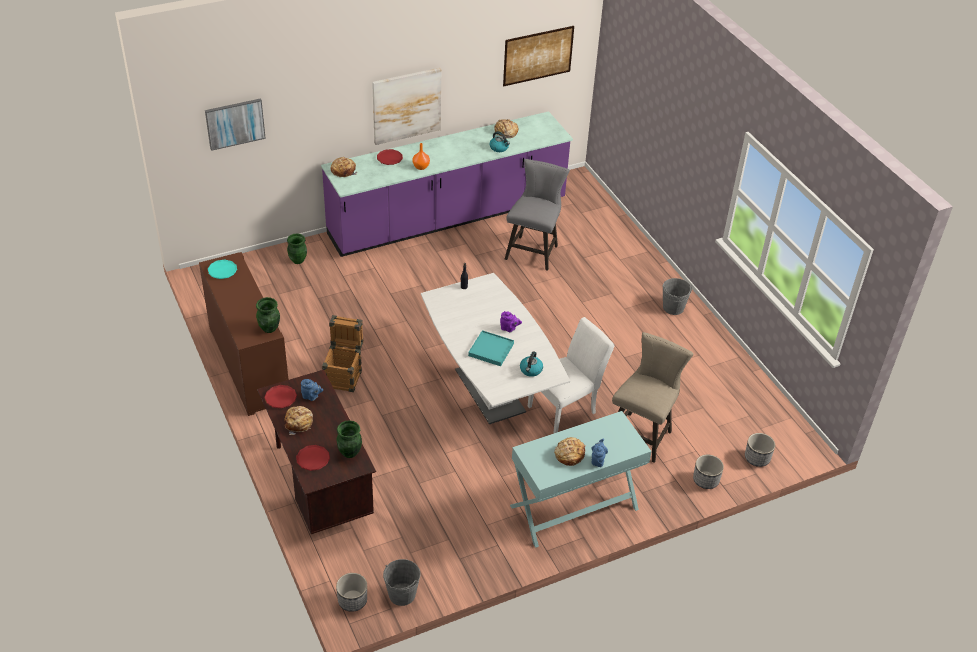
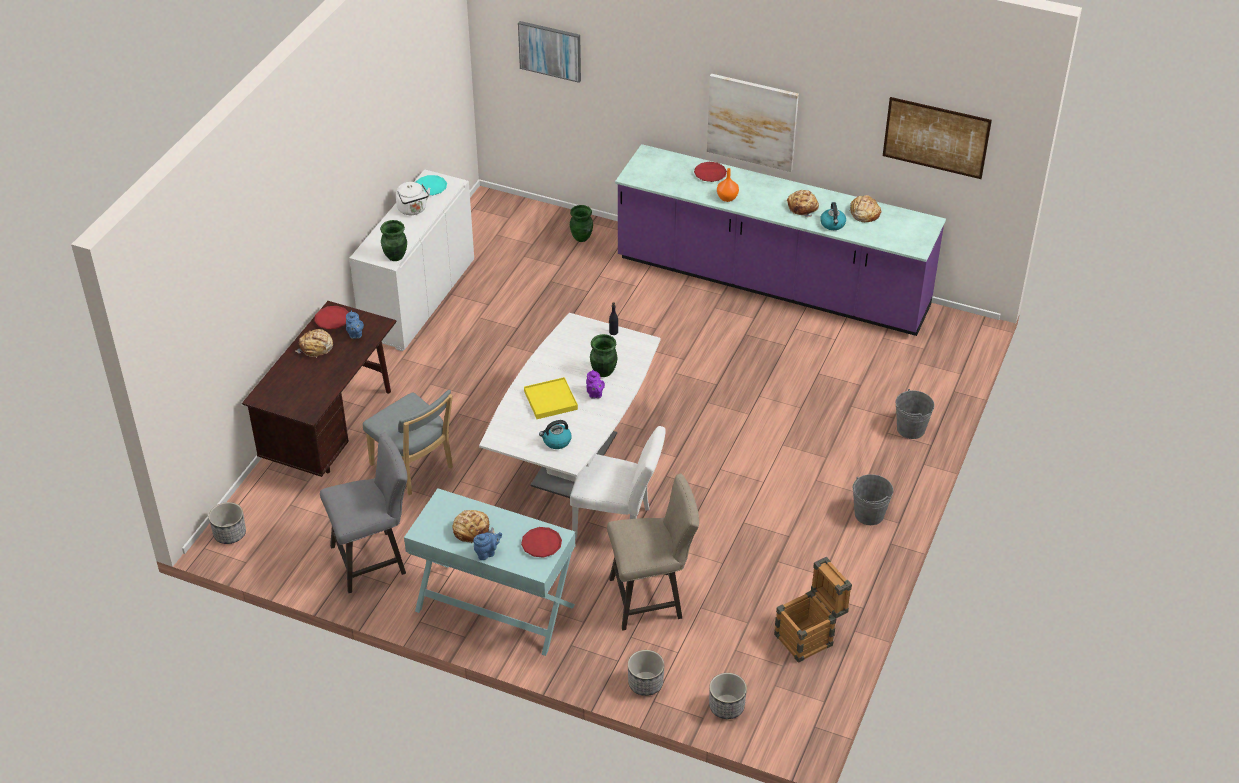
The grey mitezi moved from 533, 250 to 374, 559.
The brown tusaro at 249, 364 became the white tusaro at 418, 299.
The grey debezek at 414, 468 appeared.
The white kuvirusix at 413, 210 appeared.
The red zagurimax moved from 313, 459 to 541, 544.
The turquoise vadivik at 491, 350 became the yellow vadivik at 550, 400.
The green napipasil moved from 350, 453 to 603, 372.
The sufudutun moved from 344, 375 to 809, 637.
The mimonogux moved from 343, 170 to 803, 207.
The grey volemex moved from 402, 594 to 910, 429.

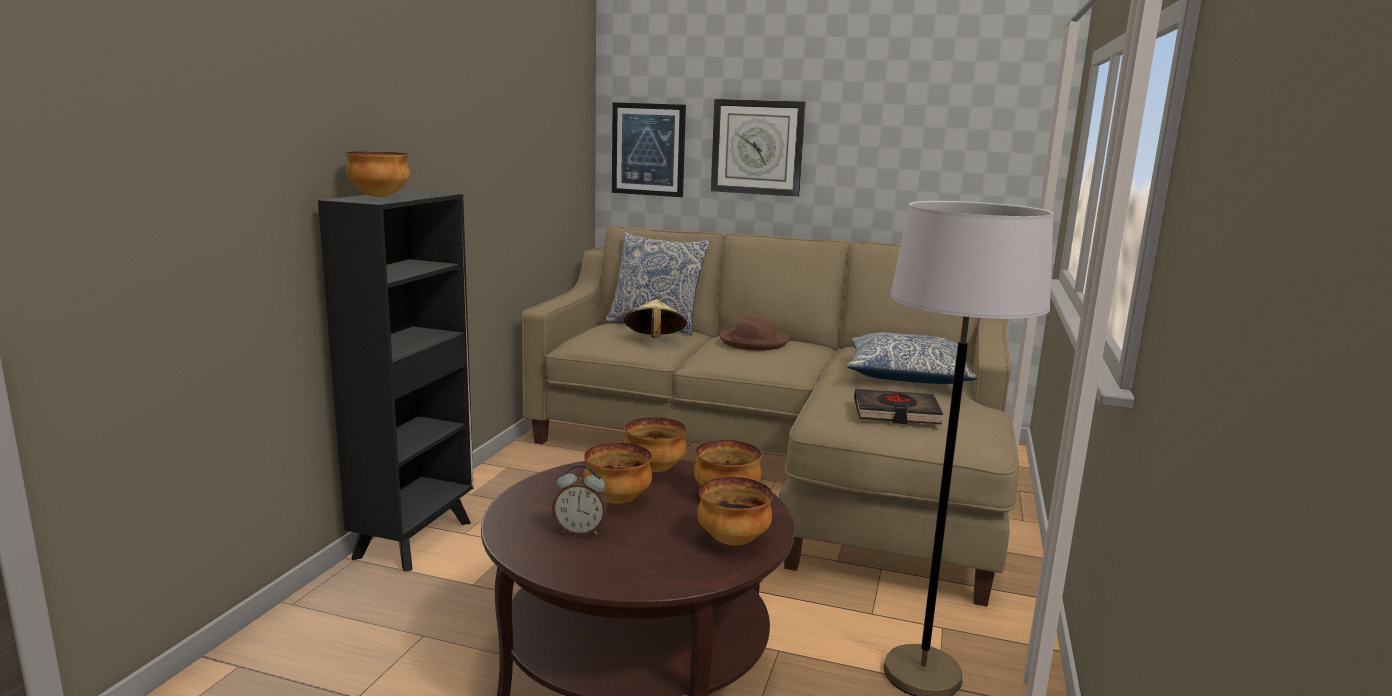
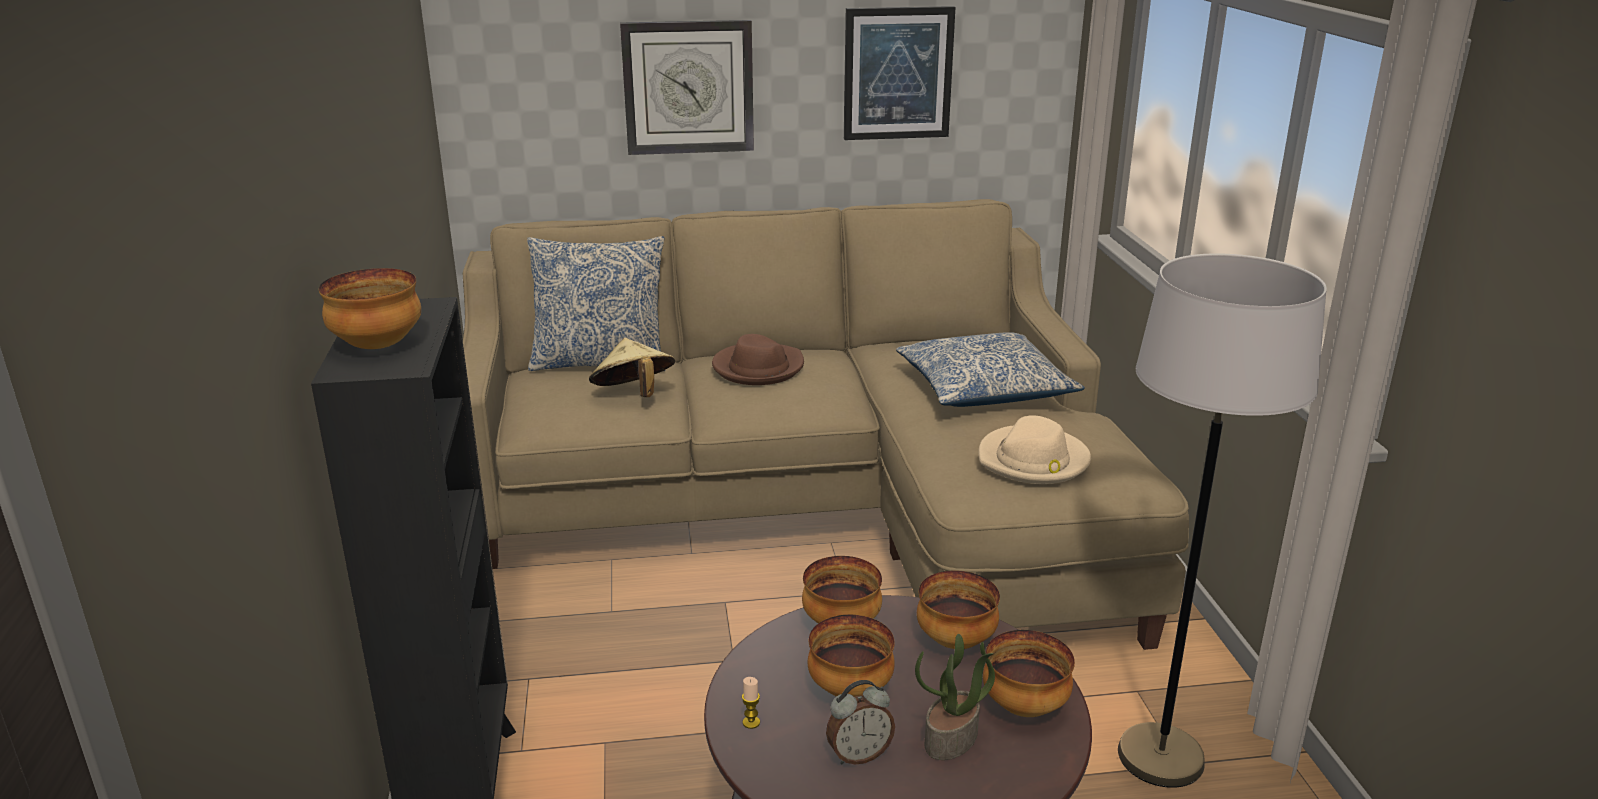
The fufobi at 751, 722 appeared.
The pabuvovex moved from 648, 149 to 897, 73.
The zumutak at 951, 739 appeared.
The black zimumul at 896, 413 was replaced by the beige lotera at 1033, 460.

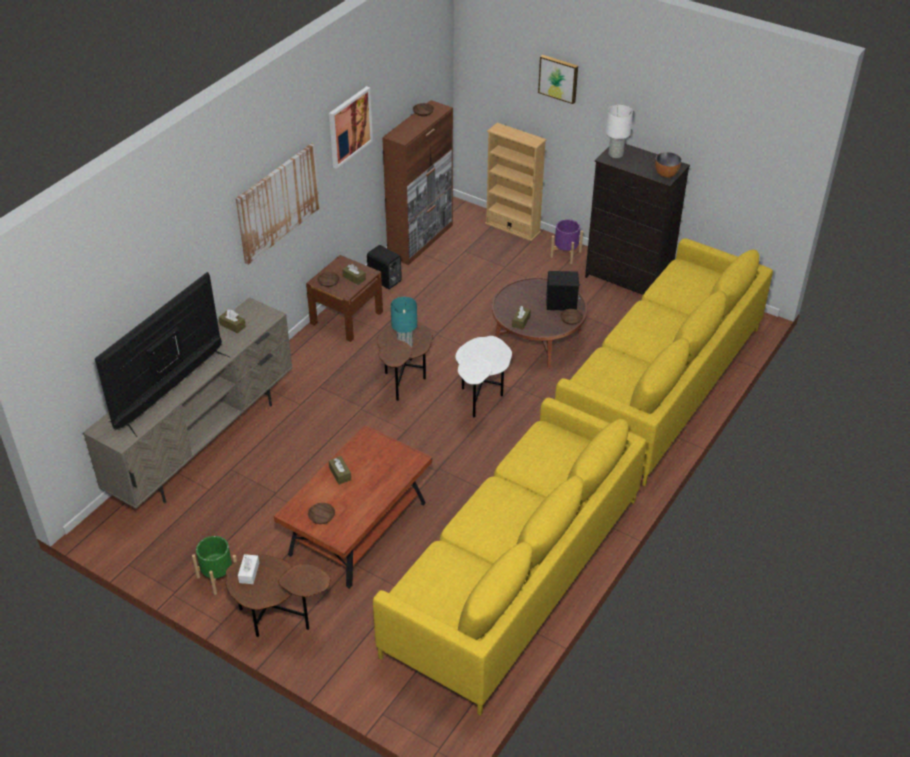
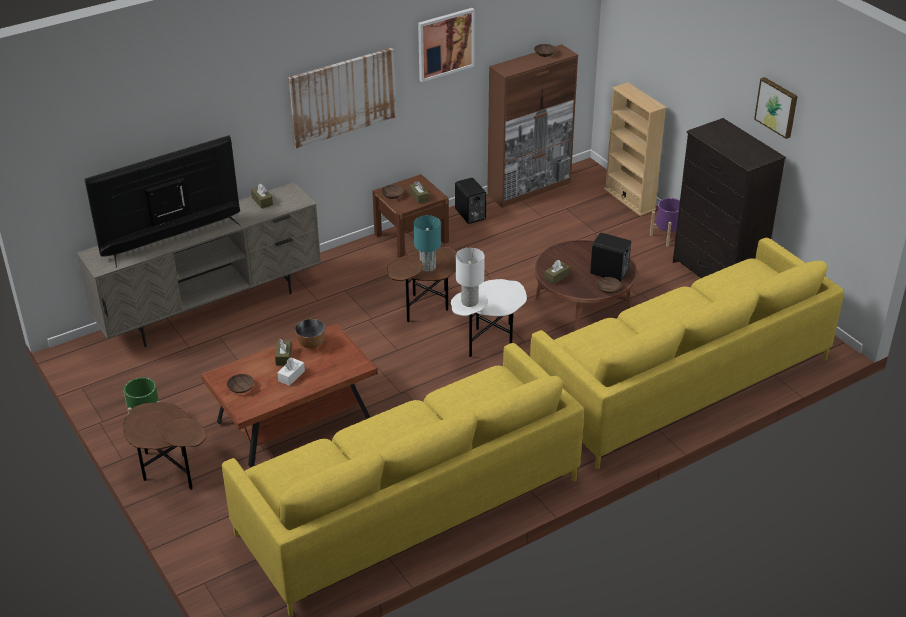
The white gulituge moved from 249, 573 to 291, 376.
The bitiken moved from 666, 174 to 311, 344.
The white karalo moved from 615, 154 to 469, 302.
The pabuvovex moved from 559, 78 to 777, 107.

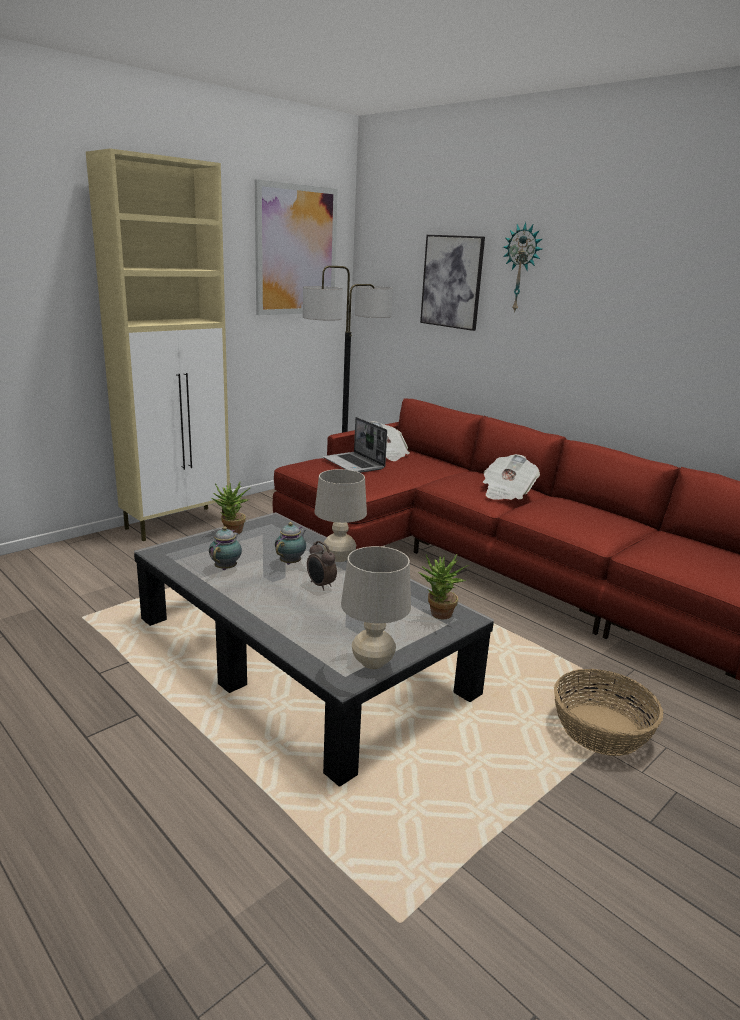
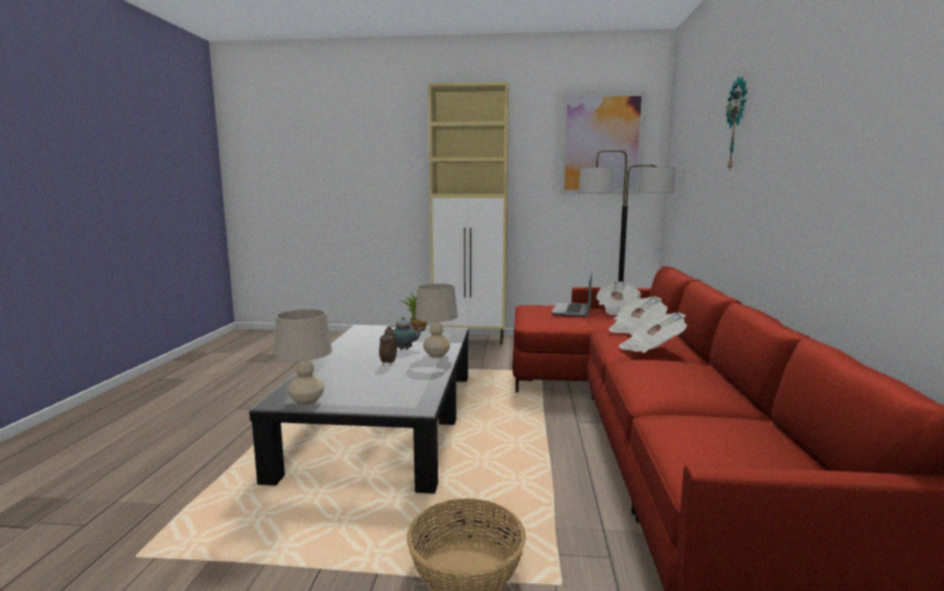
The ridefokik at 635, 330 appeared.
The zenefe at 226, 567 disappeared.
The zumutak at 438, 615 disappeared.
The pabuvovex at 452, 282 disappeared.

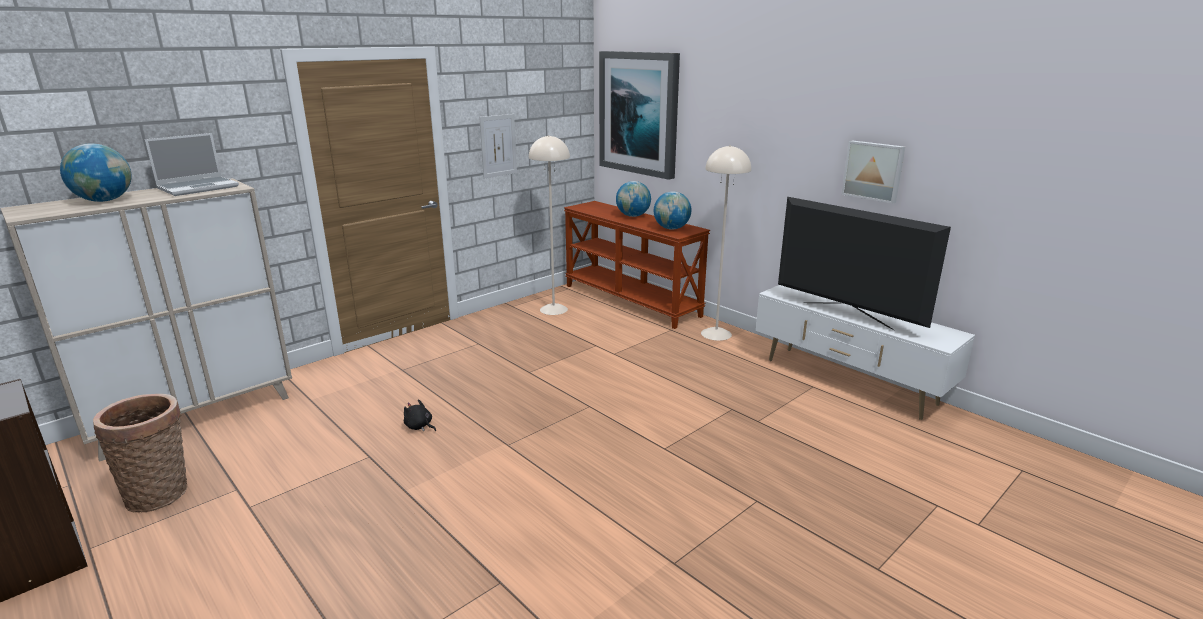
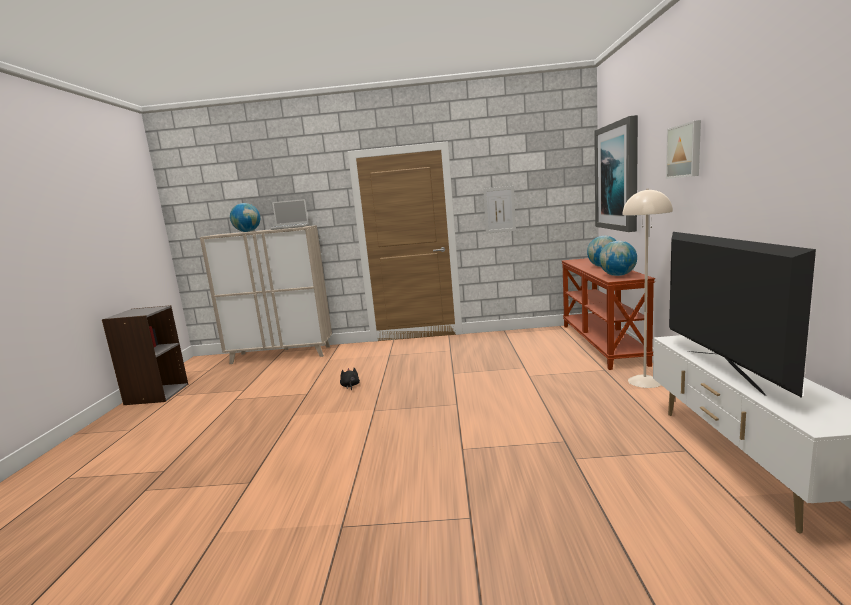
The pabuvovex moved from 873, 171 to 685, 151.
The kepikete at 160, 492 disappeared.
The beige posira at 553, 309 disappeared.

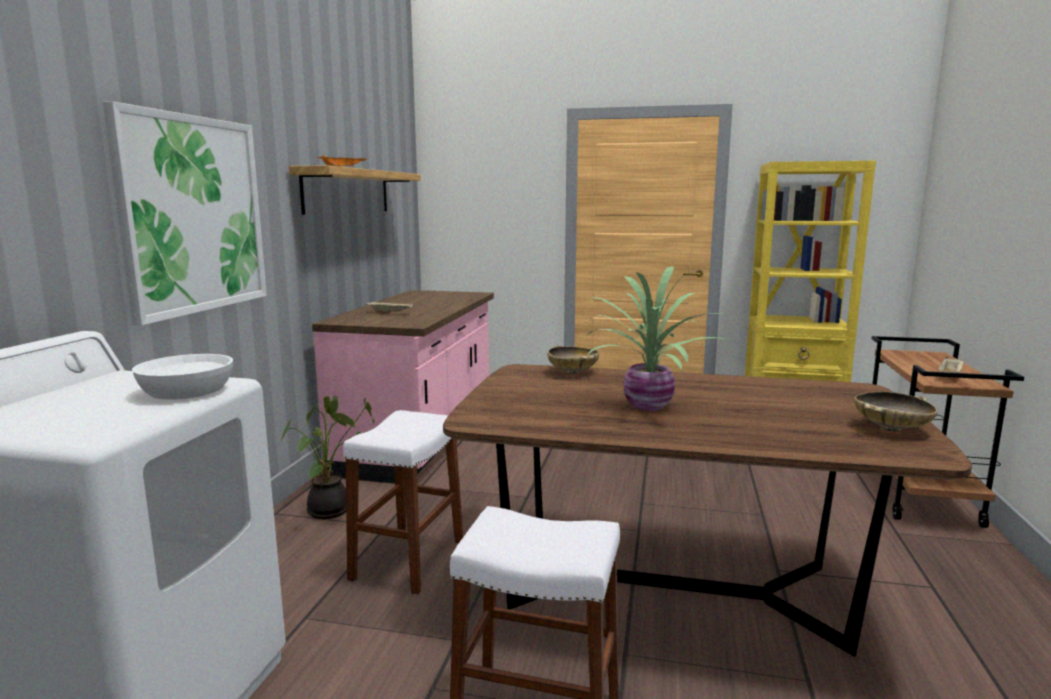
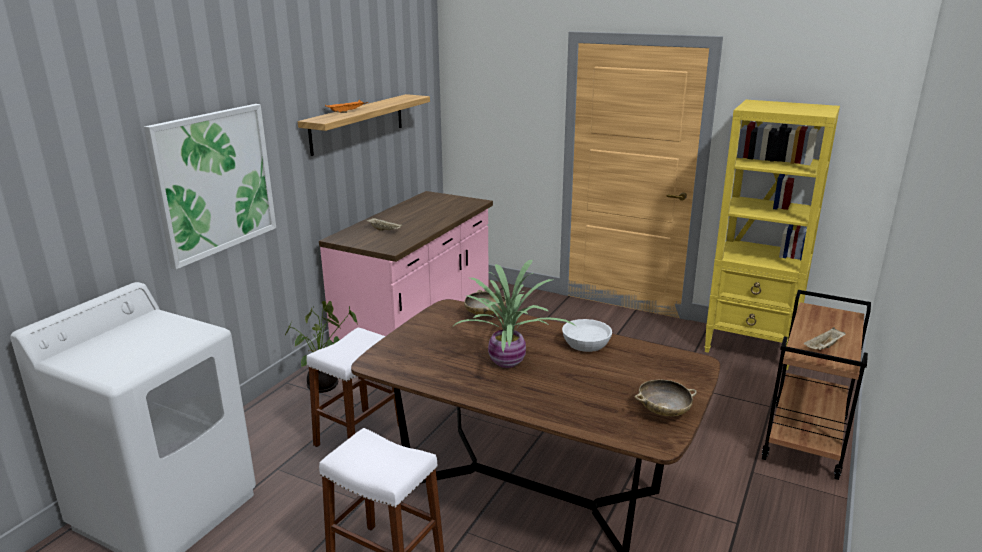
The white bitiken moved from 186, 391 to 585, 344.

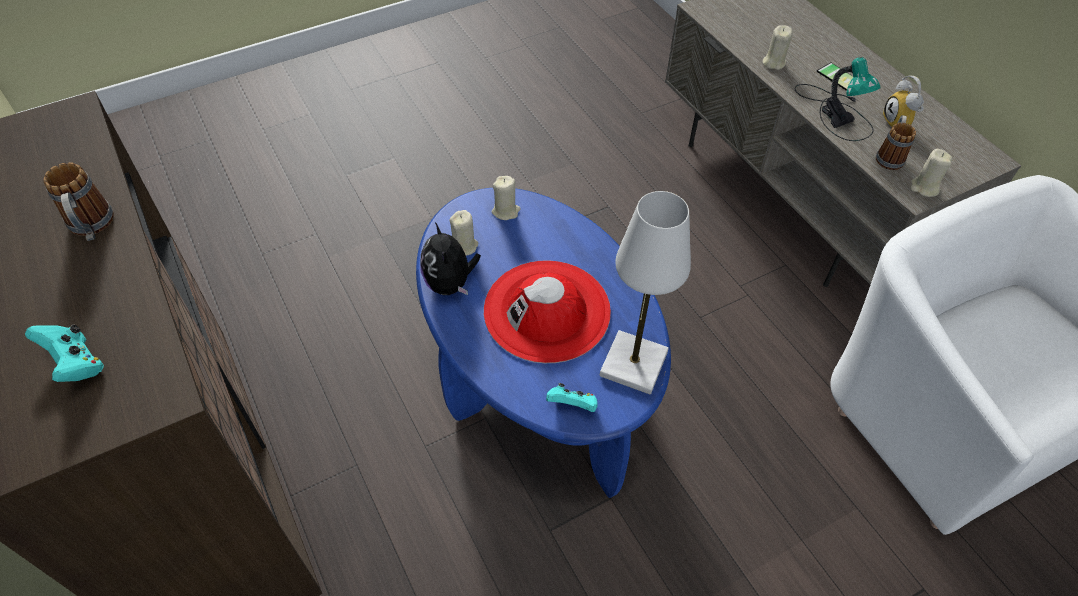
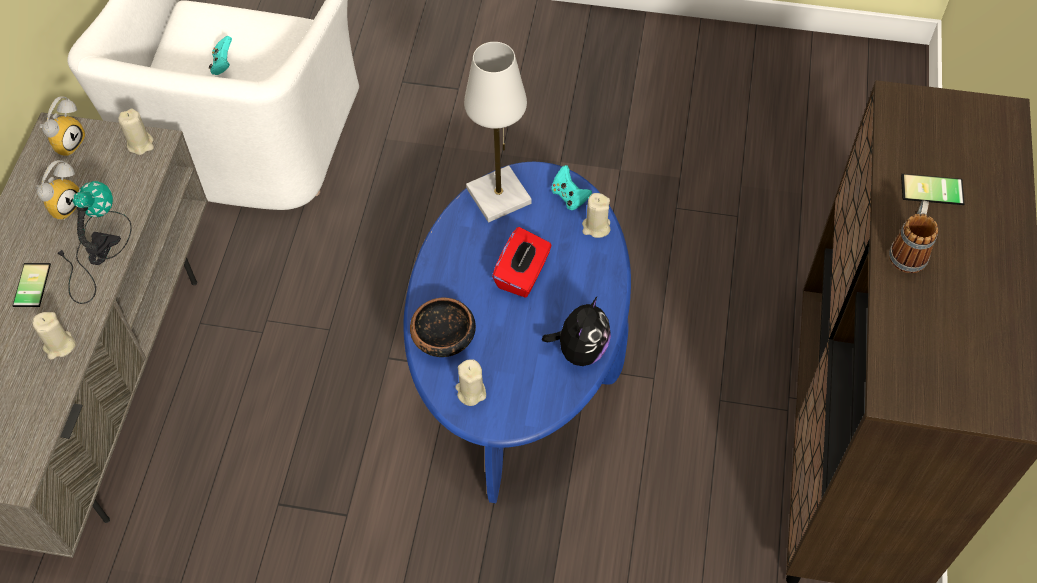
The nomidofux at 67, 142 appeared.
The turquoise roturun moved from 76, 364 to 223, 64.
The bitiken at 444, 340 appeared.
The red lotera at 547, 311 was replaced by the red gulituge at 522, 275.
The beige fufobi moved from 464, 246 to 596, 227.
The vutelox at 932, 192 appeared.
The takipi at 889, 156 disappeared.

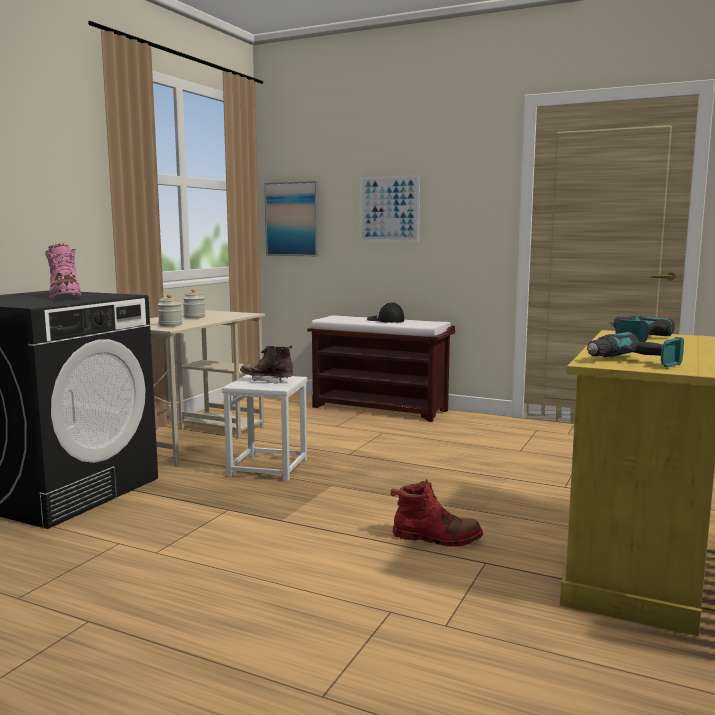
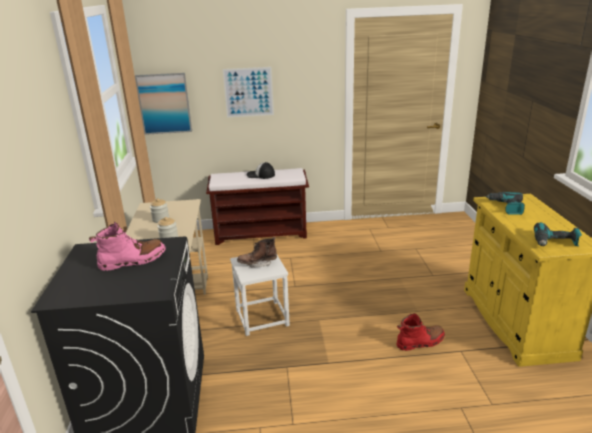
The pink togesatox at 64, 297 turned 60 degrees counterclockwise.

